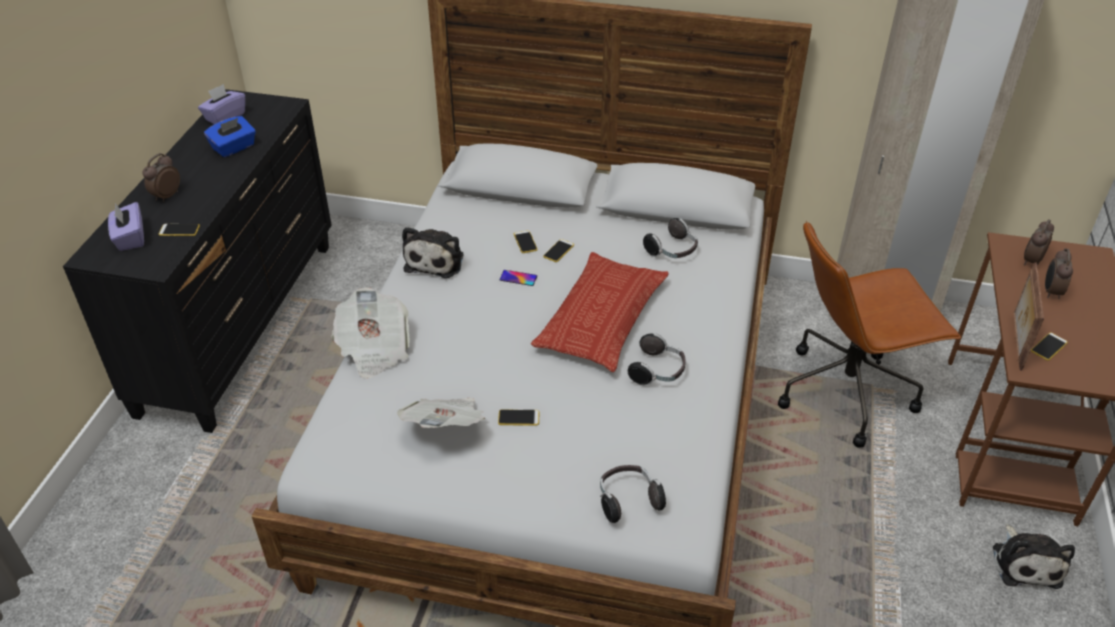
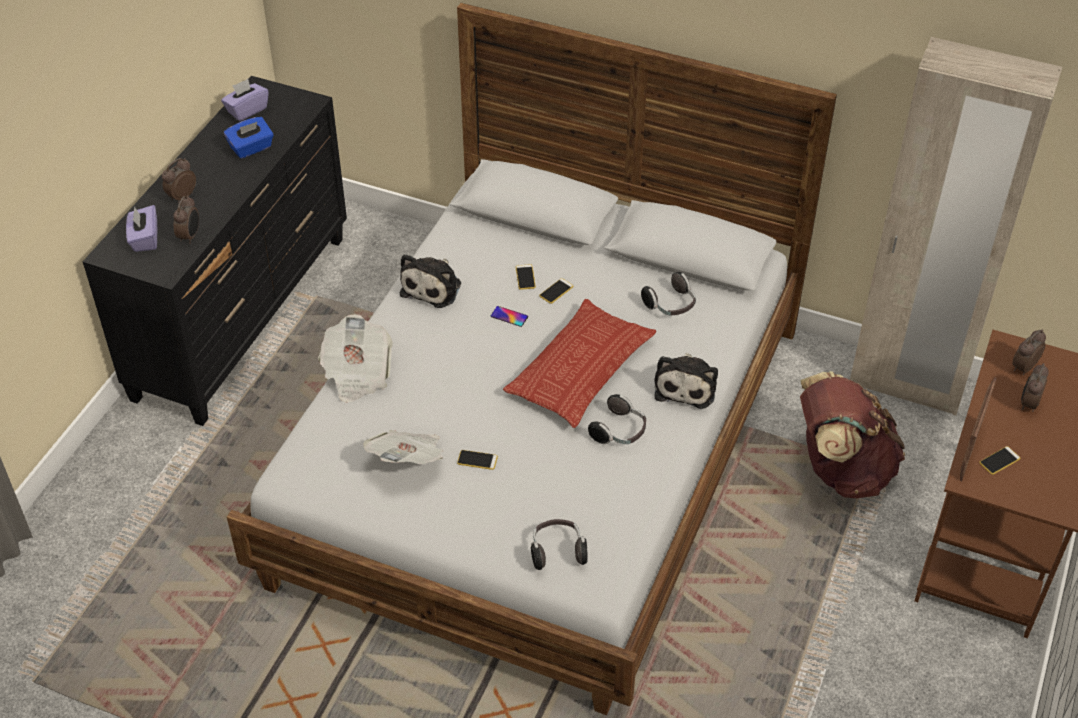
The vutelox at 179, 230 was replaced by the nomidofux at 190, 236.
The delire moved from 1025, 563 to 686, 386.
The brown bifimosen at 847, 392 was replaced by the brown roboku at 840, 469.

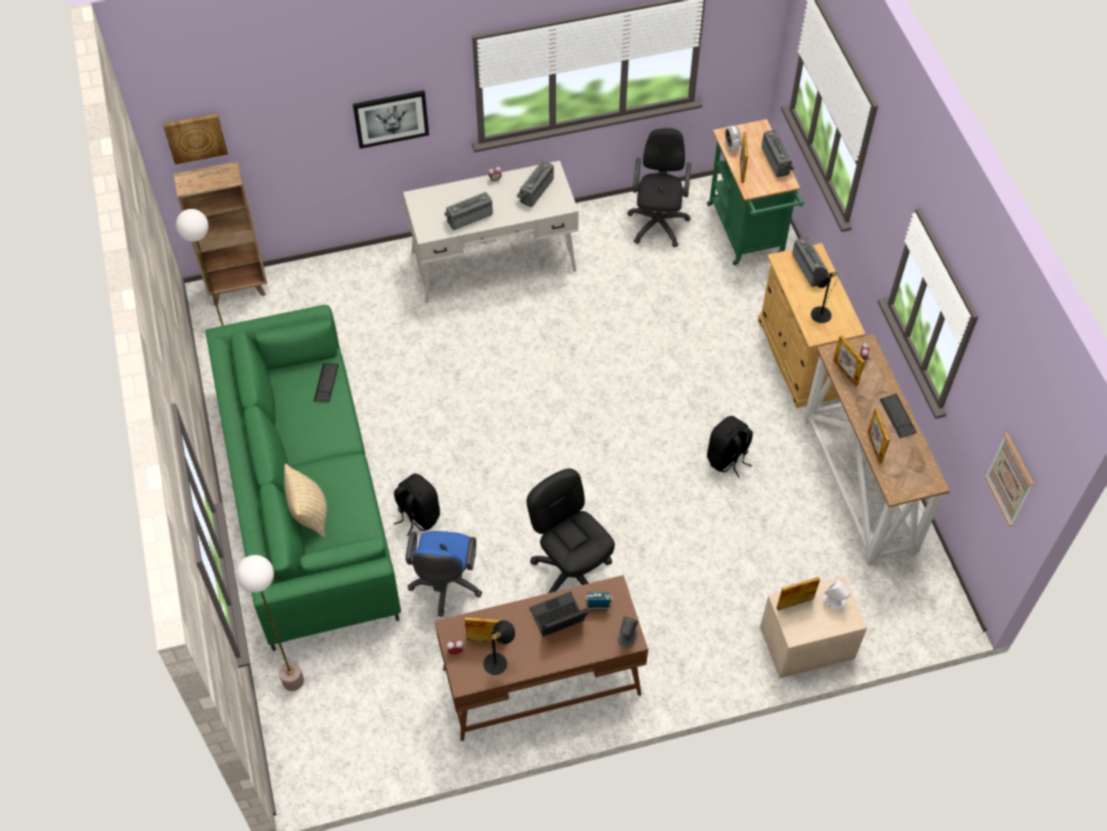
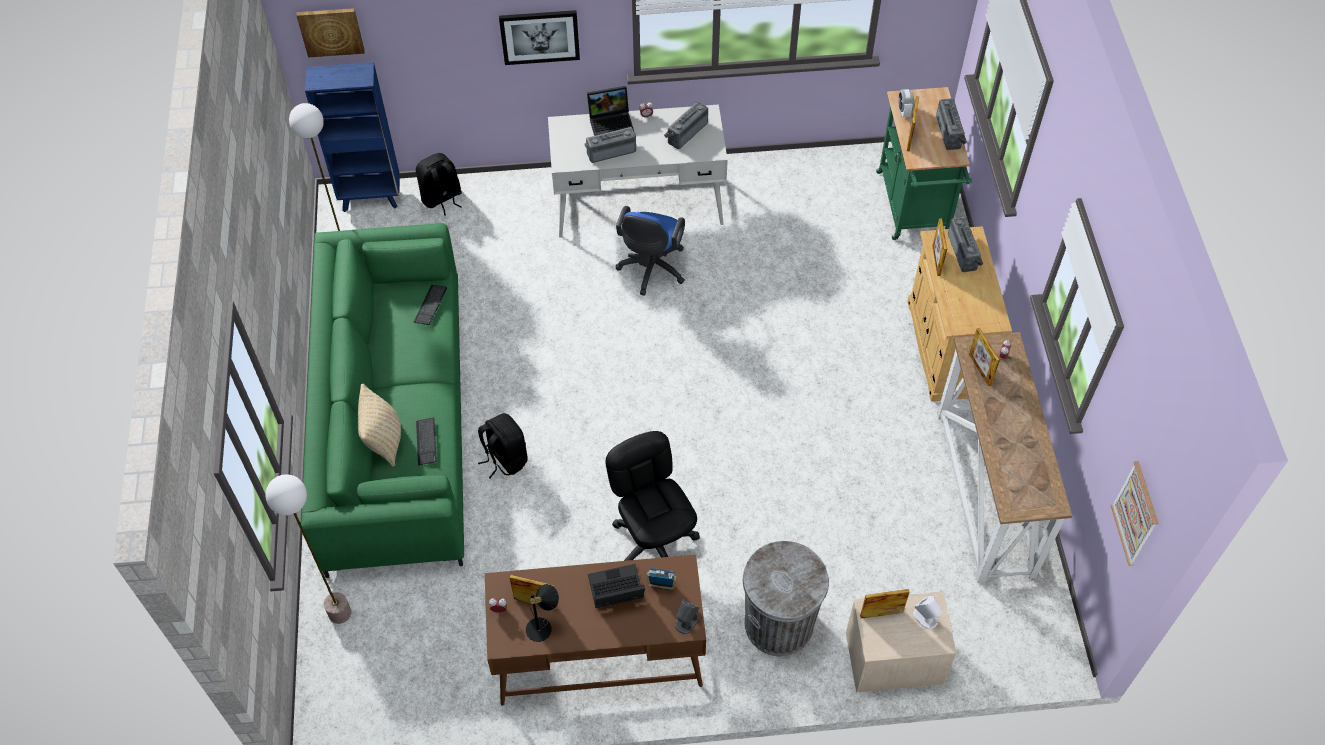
The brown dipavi at 239, 289 became the blue dipavi at 371, 197.
The black roboku moved from 727, 459 to 441, 198.
The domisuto moved from 897, 416 to 426, 442.
The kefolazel at 612, 123 appeared.
The blue bifimosen moved from 445, 585 to 651, 270.
The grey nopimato at 778, 624 appeared.
The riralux moved from 874, 447 to 936, 260.
The black bifimosen at 658, 221 disappeared.
The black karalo at 818, 312 disappeared.

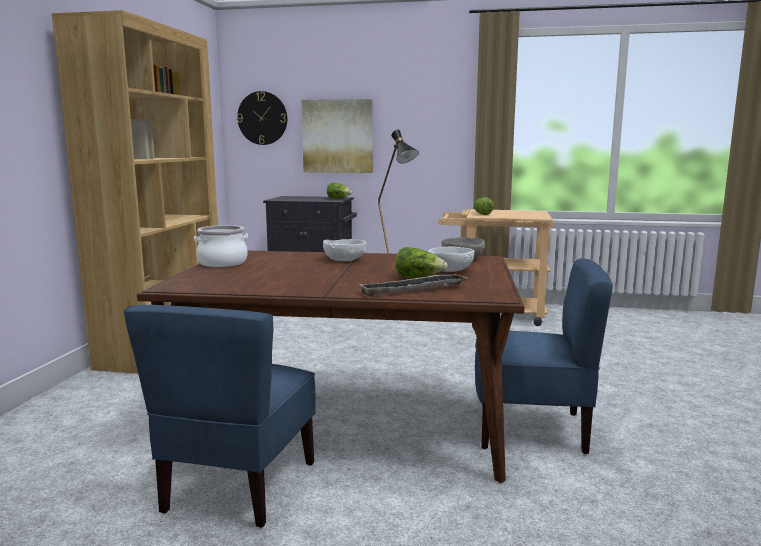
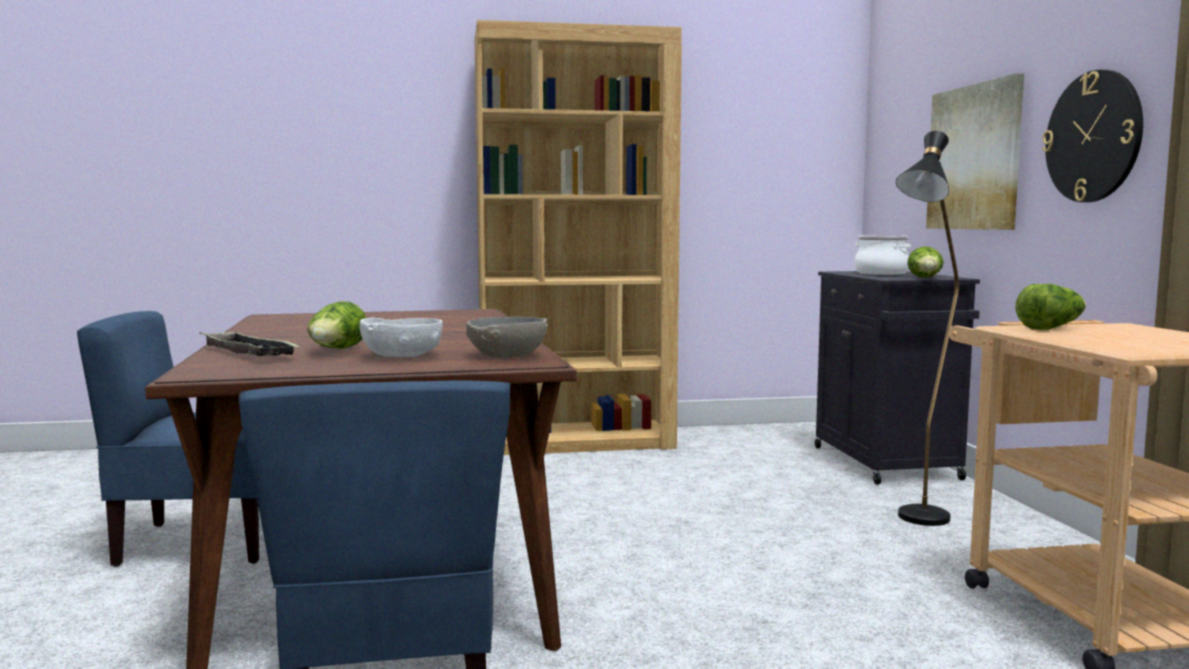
The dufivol moved from 222, 263 to 881, 273.
The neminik moved from 262, 118 to 1093, 137.
The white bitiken at 344, 260 disappeared.

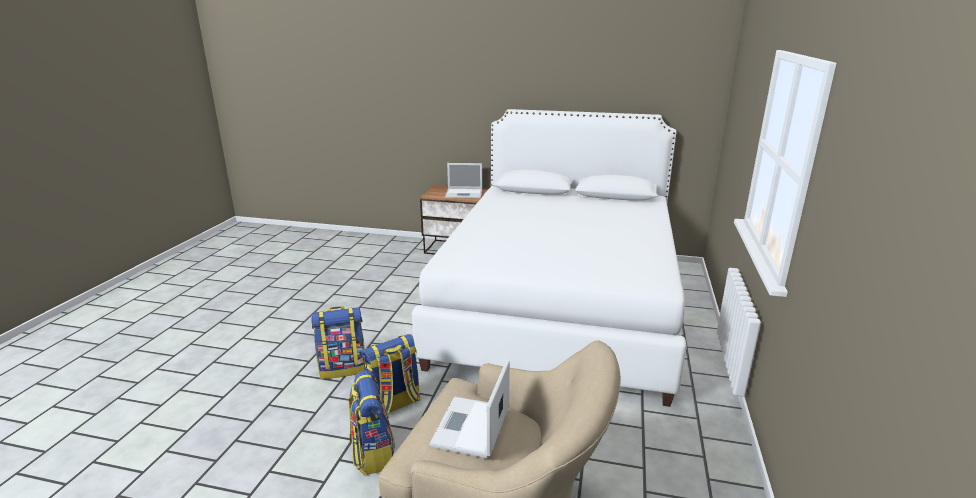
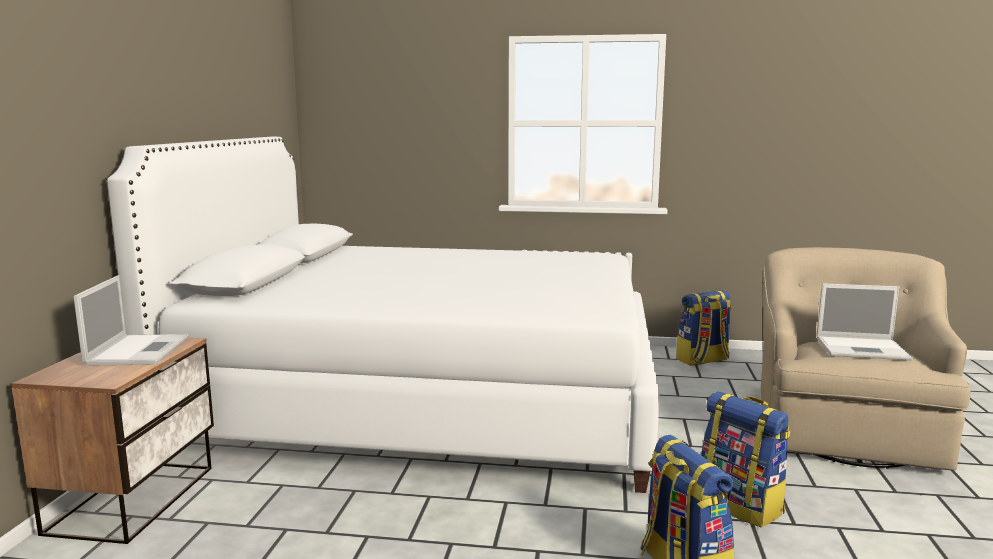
The roboku moved from 372, 453 to 702, 360.

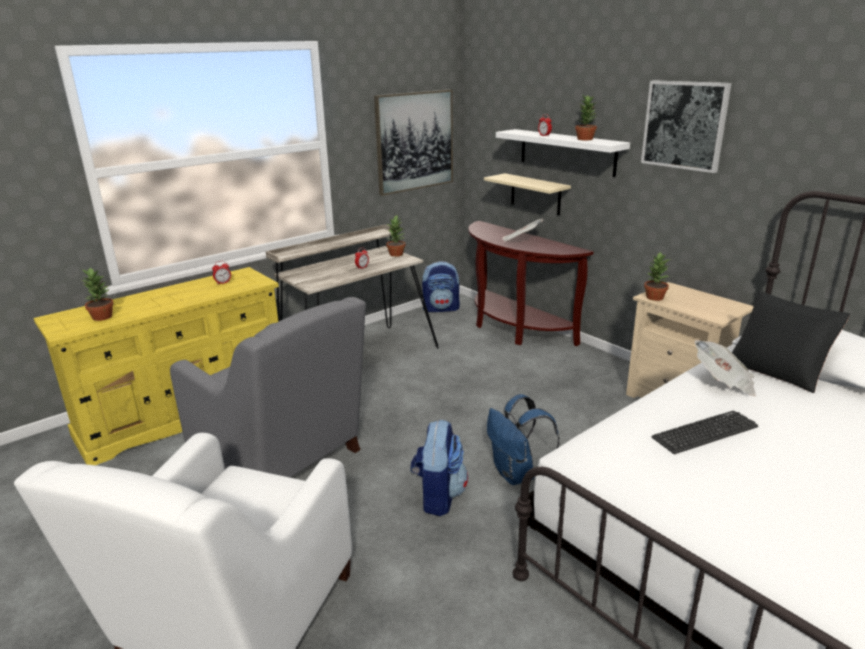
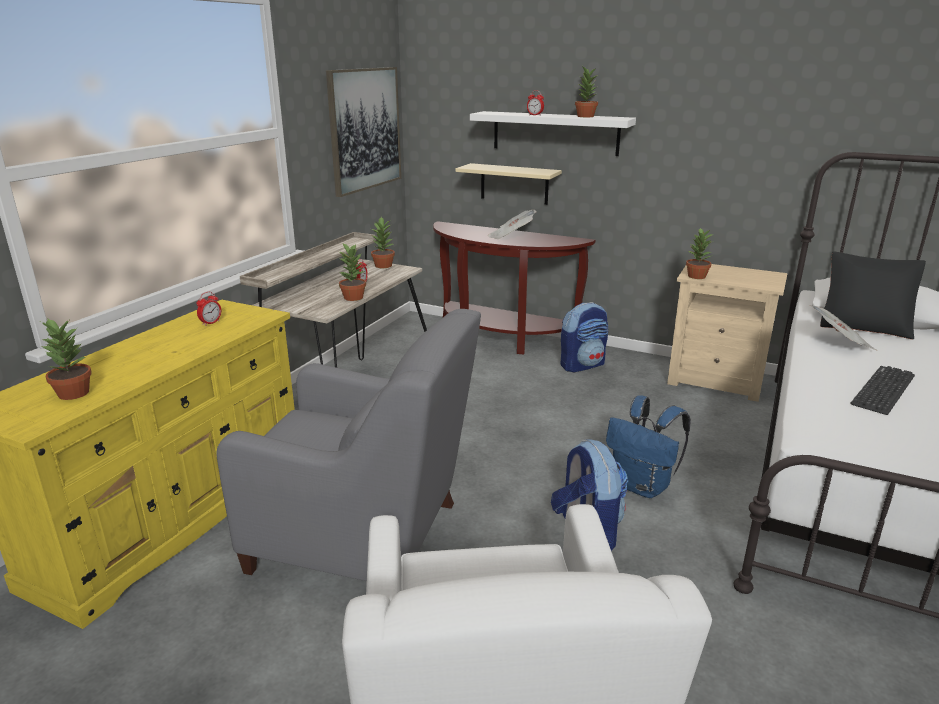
The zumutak at 353, 297 appeared.
The roboku moved from 441, 308 to 582, 365.
The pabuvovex at 684, 125 disappeared.

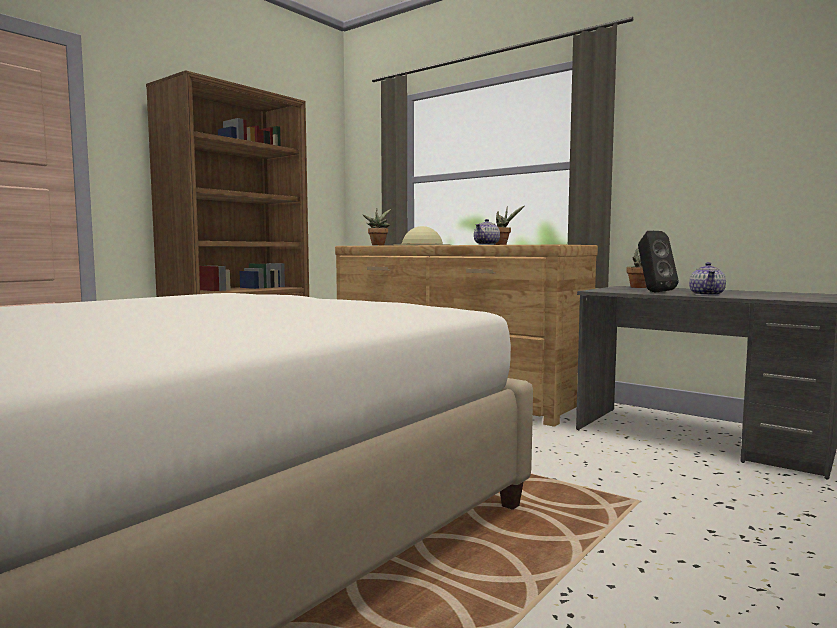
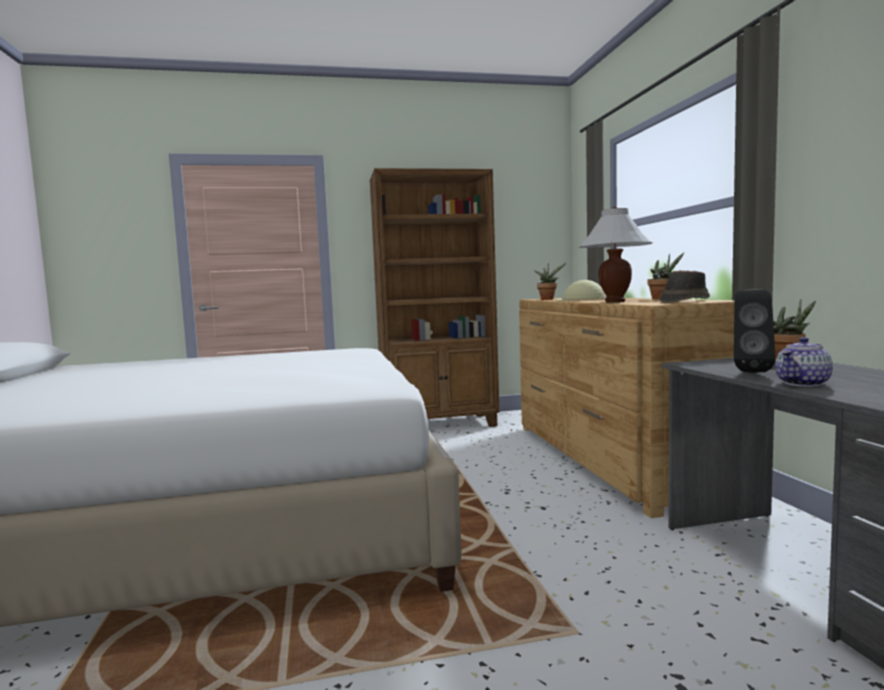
The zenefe at 487, 244 was replaced by the white karalo at 615, 301.
The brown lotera at 683, 301 appeared.

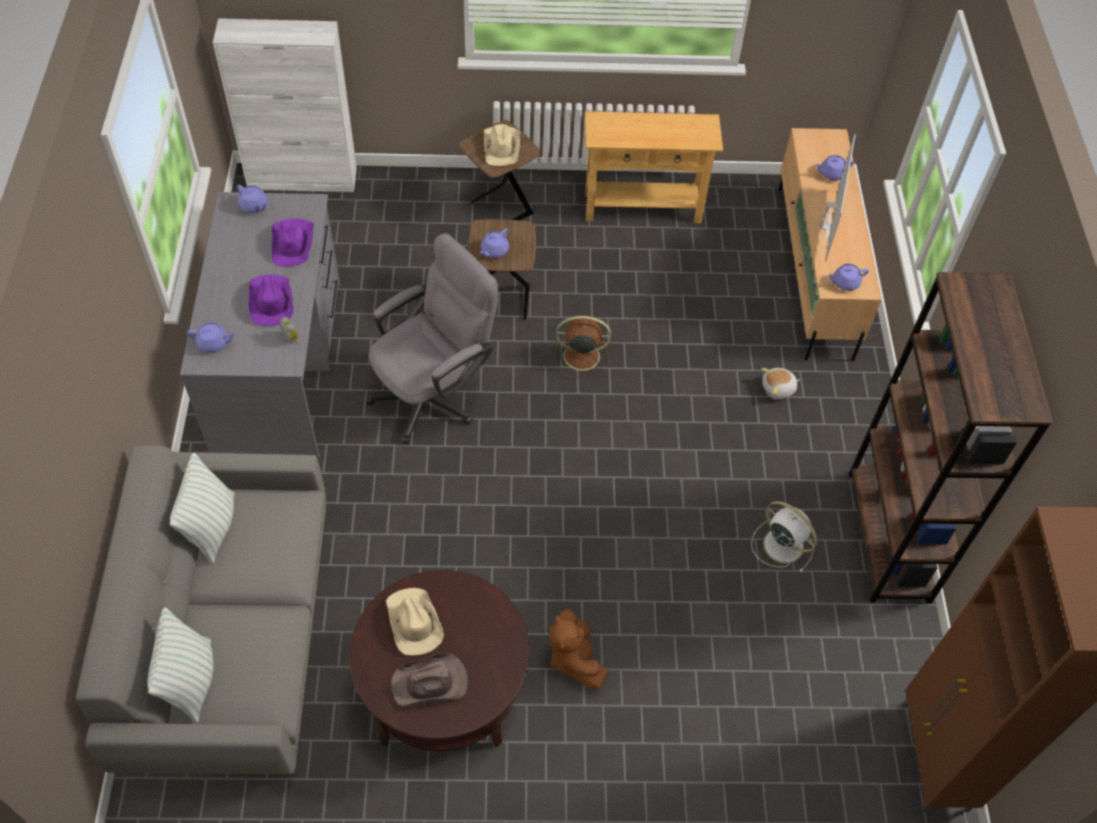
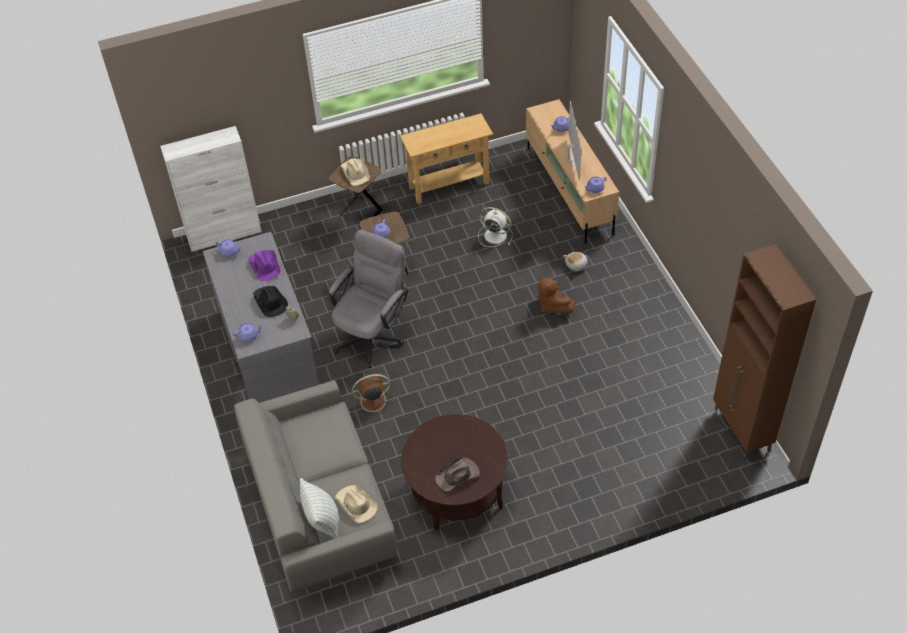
The purple lotera at 271, 302 became the black lotera at 270, 302.
The beige lotera moved from 413, 623 to 356, 505.
The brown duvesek moved from 579, 356 to 372, 402.
The white duvesek moved from 781, 544 to 494, 235.
The brown delire moved from 574, 658 to 552, 305.
The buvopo at 212, 527 disappeared.
The brown dipavi at 889, 536 disappeared.

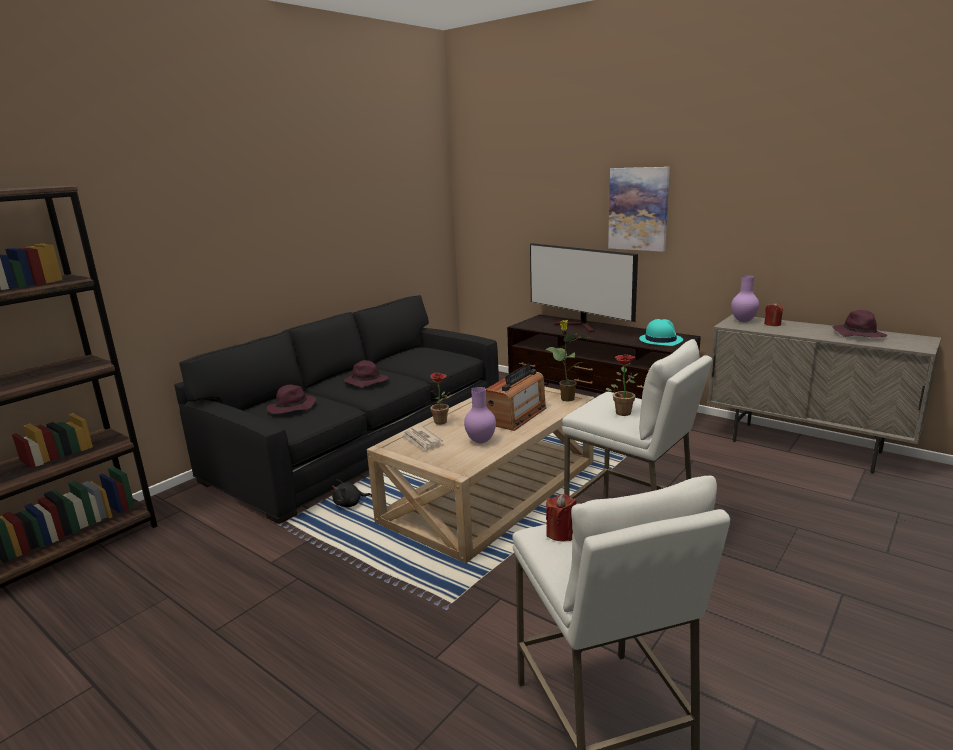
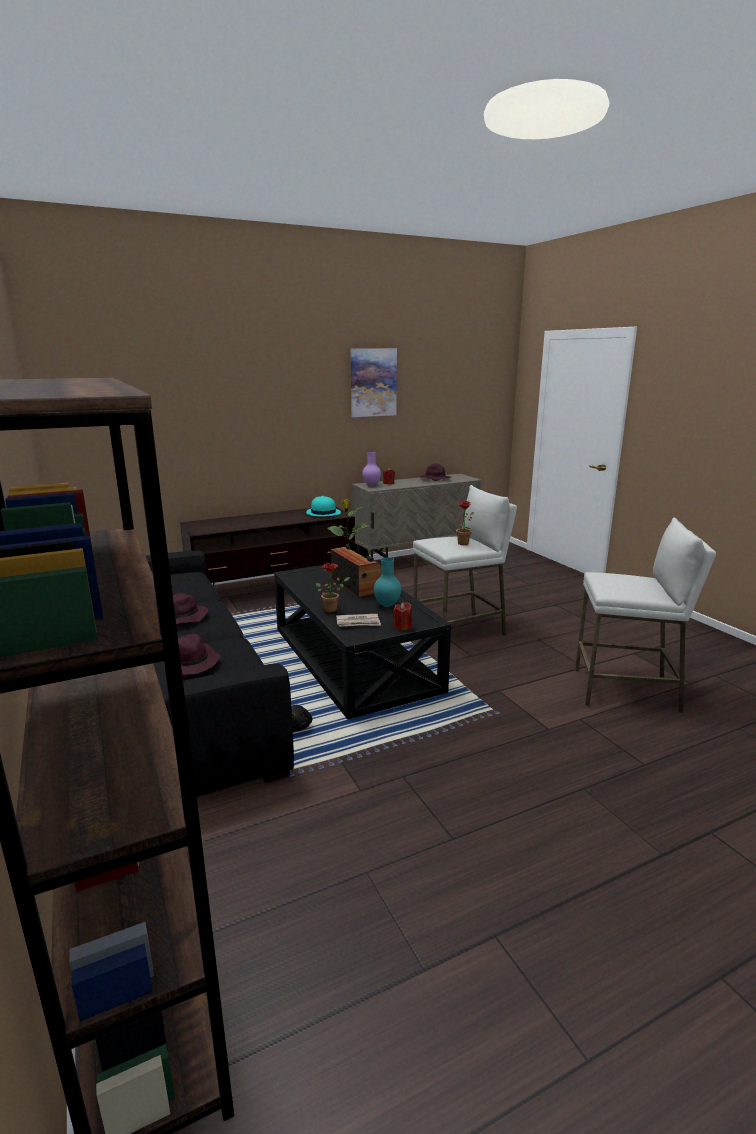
The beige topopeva at 491, 490 became the black topopeva at 352, 658.
The pabuvovex moved from 638, 209 to 373, 382.
The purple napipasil at 481, 441 became the turquoise napipasil at 387, 605.
The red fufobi moved from 561, 533 to 402, 627.
The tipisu at 580, 326 disappeared.

